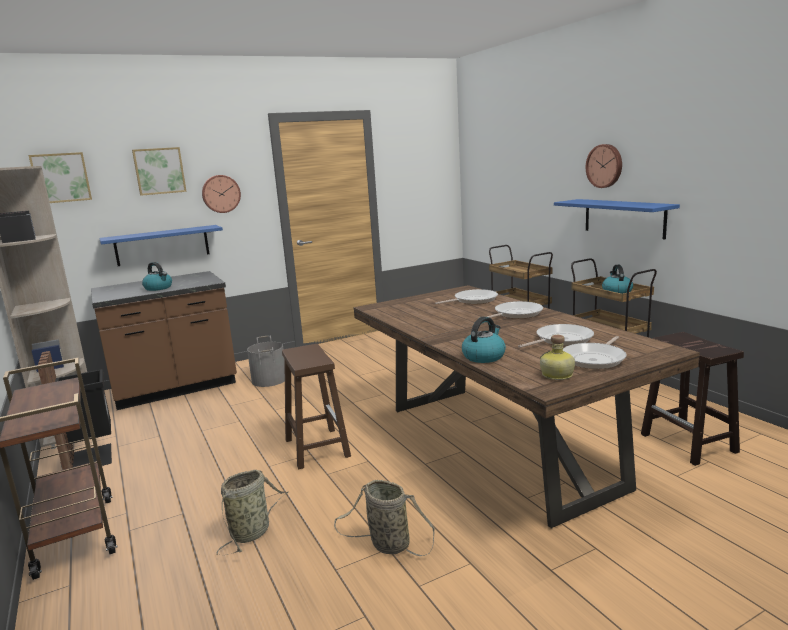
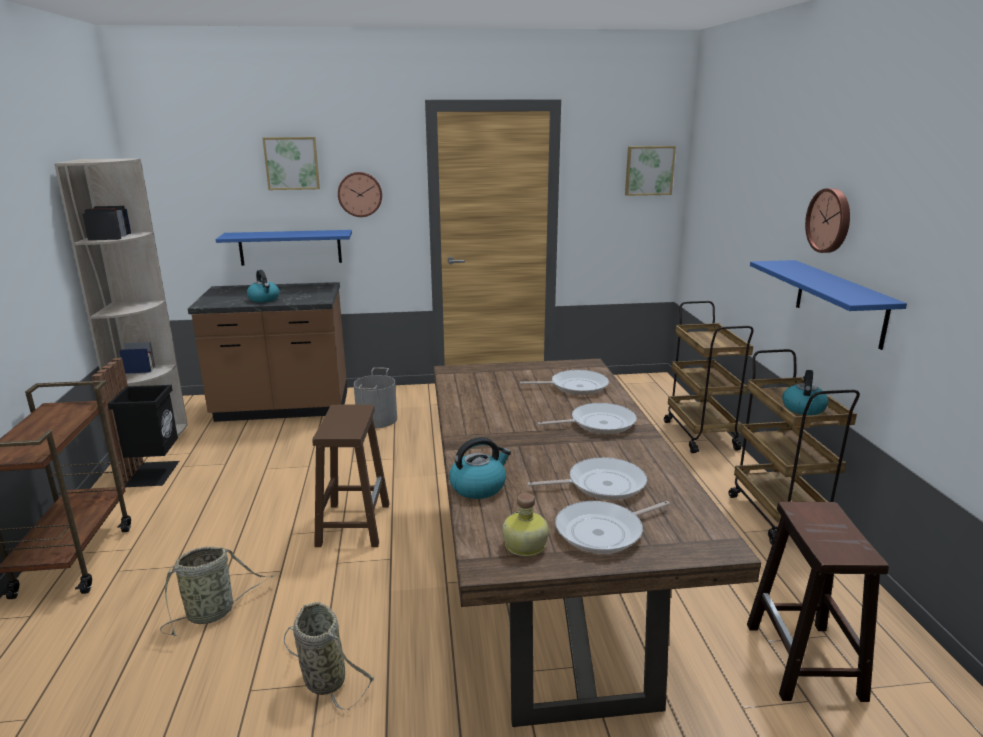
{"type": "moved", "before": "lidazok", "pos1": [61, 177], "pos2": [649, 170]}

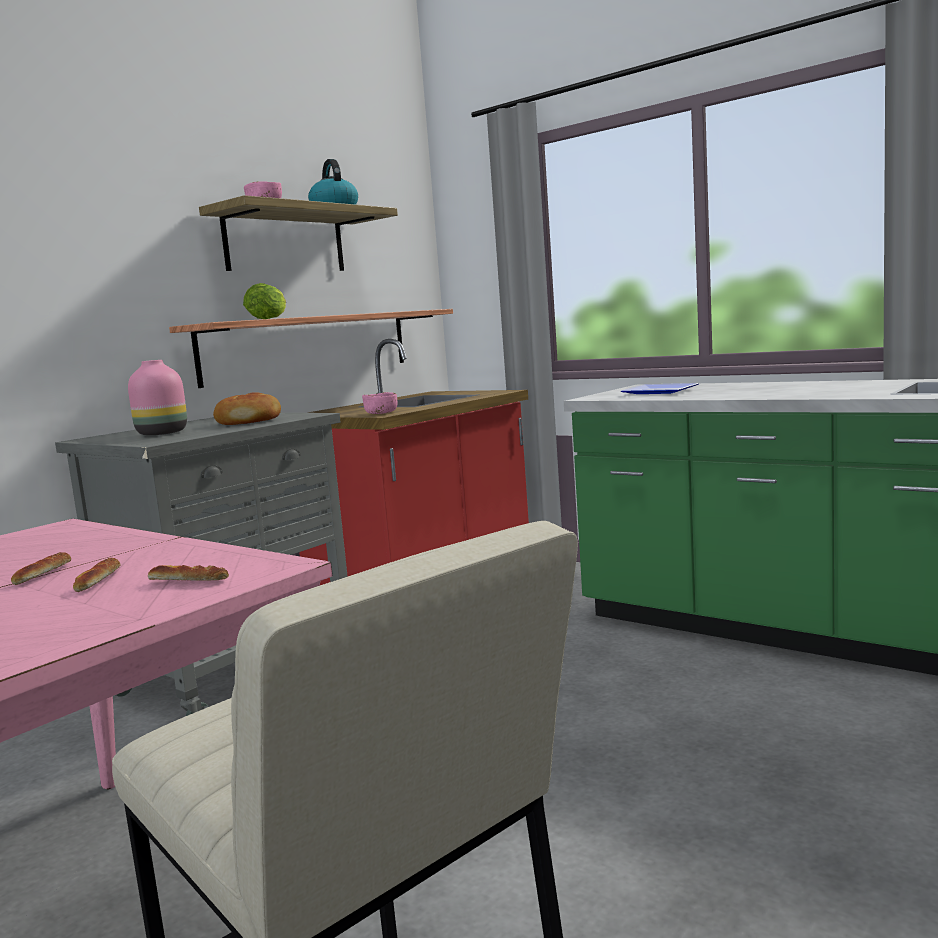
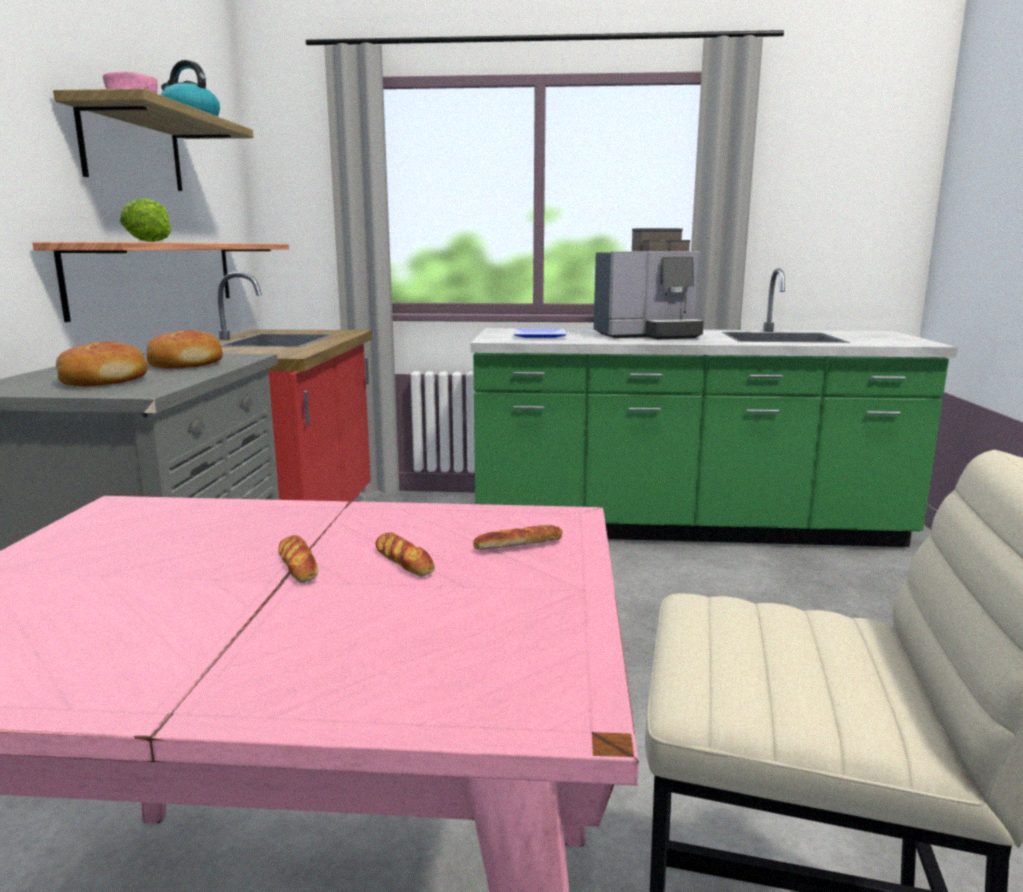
{"type": "replaced", "before": "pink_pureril", "after": "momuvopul", "pos1": [163, 433], "pos2": [104, 380]}
{"type": "added", "after": "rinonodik", "pos2": [648, 335]}
{"type": "removed", "before": "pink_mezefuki", "pos1": [381, 413]}

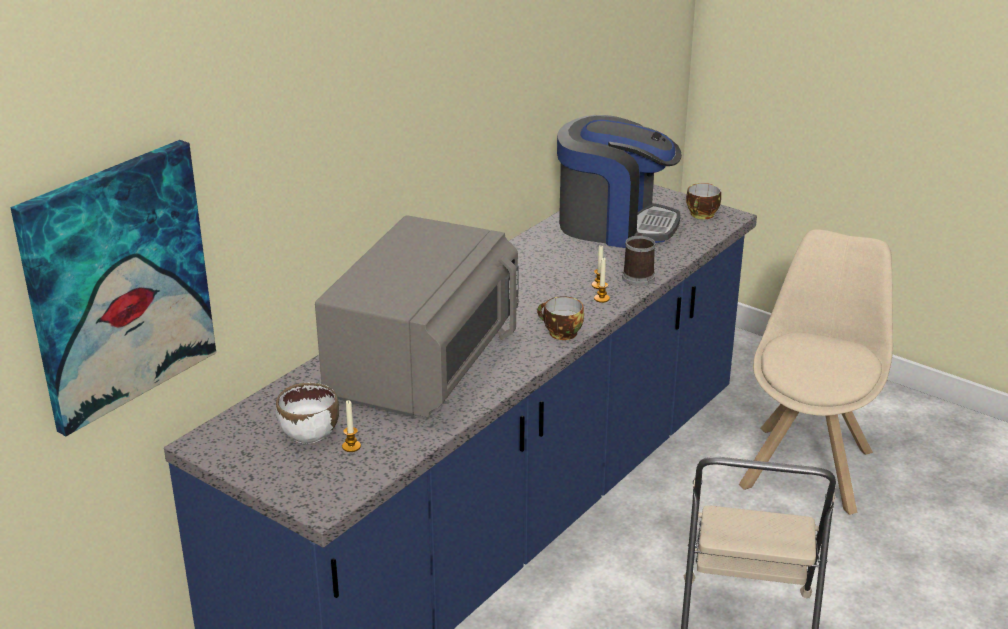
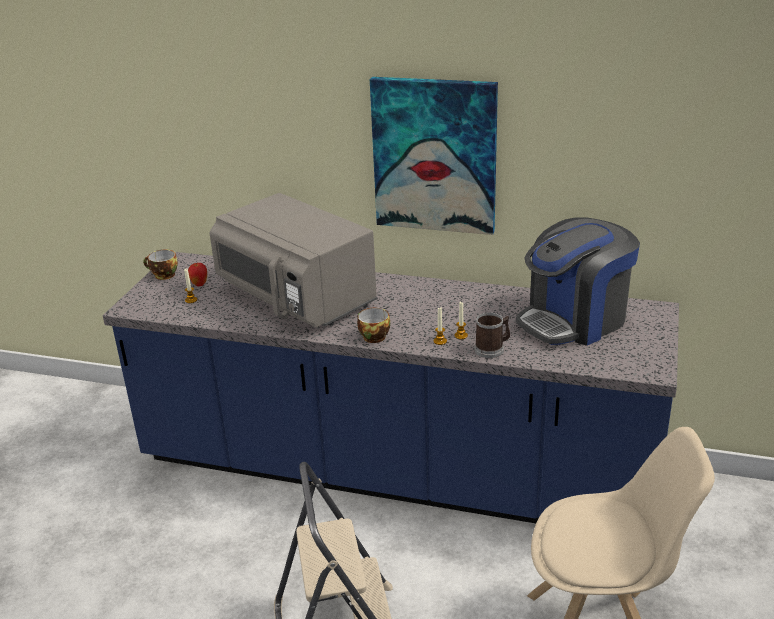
{"type": "moved", "before": "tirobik", "pos1": [702, 215], "pos2": [163, 275]}
{"type": "replaced", "before": "white_mezefuki", "after": "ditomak", "pos1": [309, 434], "pos2": [199, 284]}
{"type": "turned", "before": "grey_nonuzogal", "pos1": [425, 366], "pos2": [296, 299], "turn": 45}
{"type": "moved", "before": "lidazok", "pos1": [118, 284], "pos2": [434, 155]}
{"type": "turned", "before": "rinonodik", "pos1": [614, 225], "pos2": [574, 320], "turn": 60}

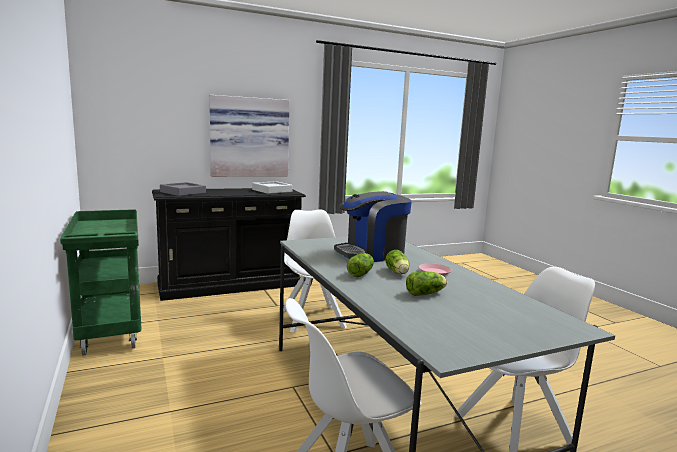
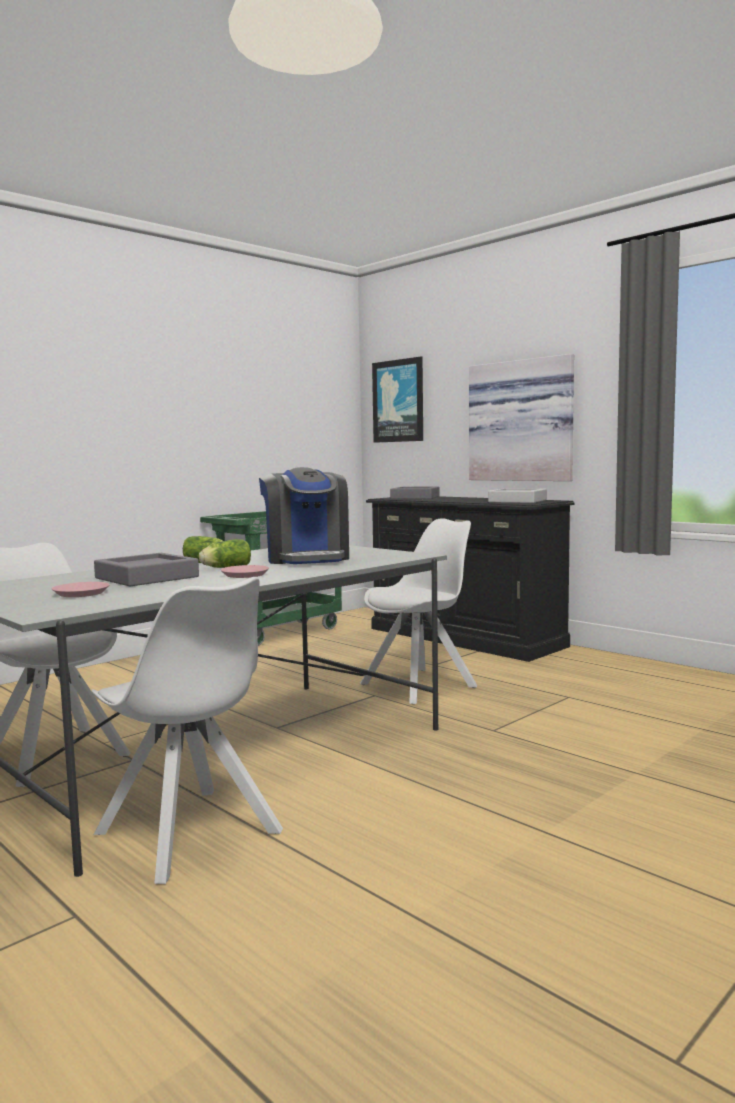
{"type": "added", "after": "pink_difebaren", "pos2": [81, 593]}
{"type": "replaced", "before": "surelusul", "after": "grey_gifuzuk", "pos1": [426, 293], "pos2": [147, 577]}
{"type": "turned", "before": "rinonodik", "pos1": [372, 253], "pos2": [306, 558], "turn": -150}
{"type": "added", "after": "lidazok", "pos2": [398, 401]}

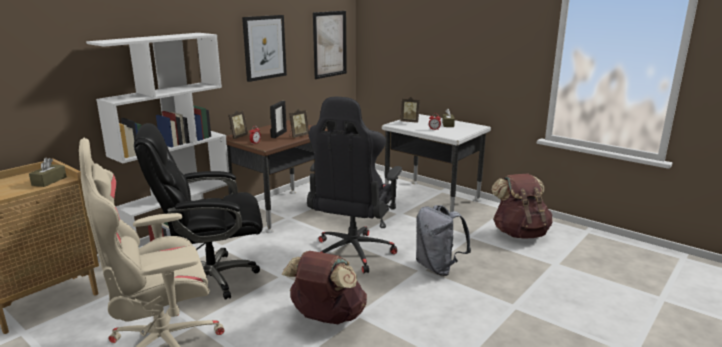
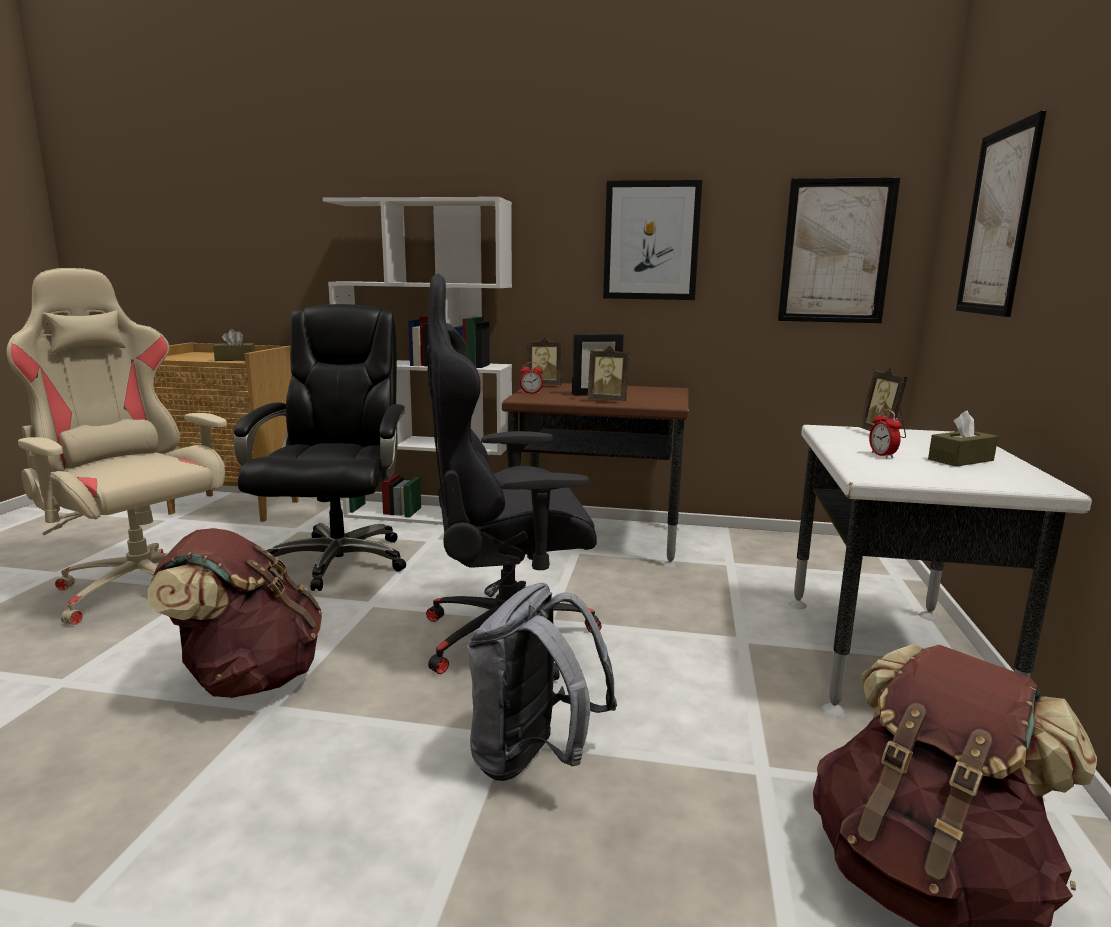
{"type": "turned", "before": "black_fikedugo", "pos1": [214, 277], "pos2": [338, 562], "turn": 45}
{"type": "added", "after": "lidazok", "pos2": [997, 222]}

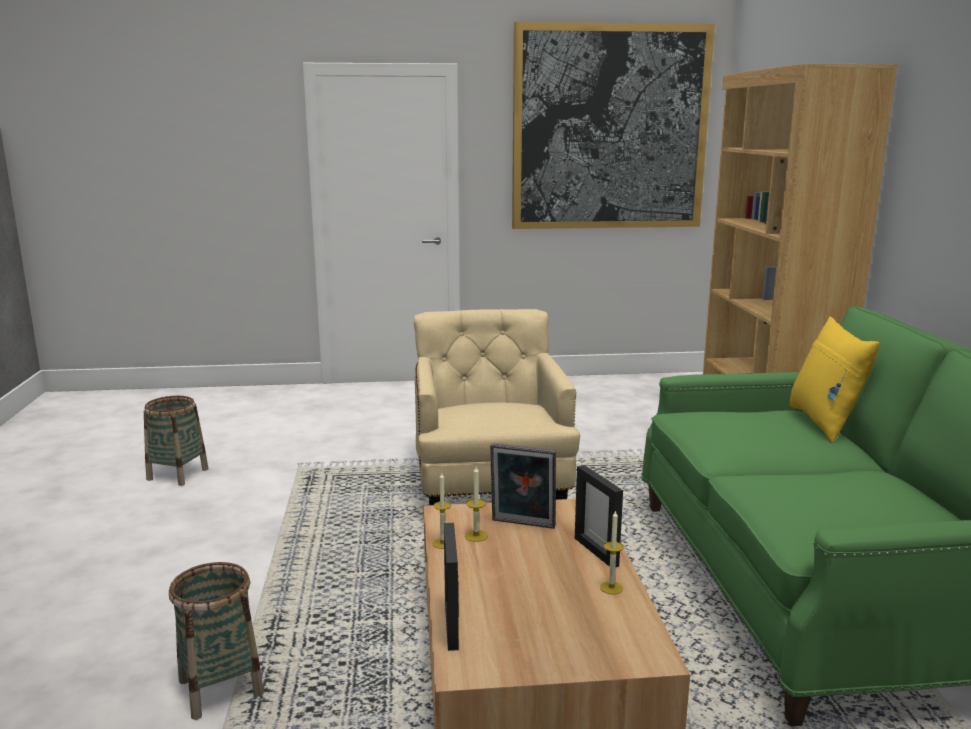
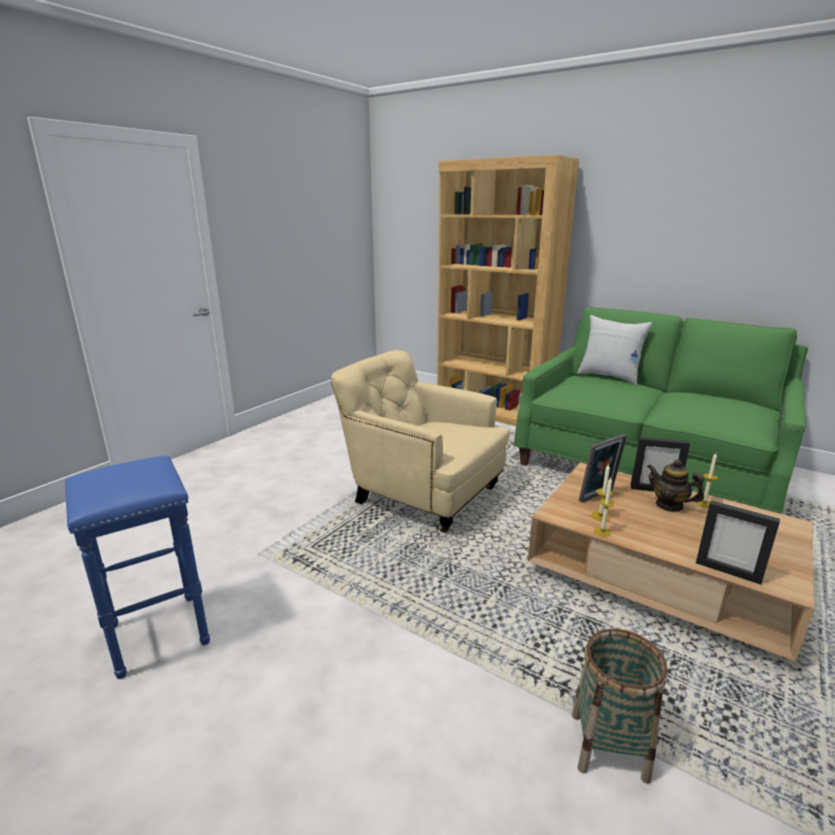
{"type": "replaced", "before": "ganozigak", "after": "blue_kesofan", "pos1": [177, 474], "pos2": [156, 633]}
{"type": "recoloured", "before": "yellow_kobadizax", "after": "grey_kobadizax", "pos1": [824, 423], "pos2": [608, 377]}
{"type": "added", "after": "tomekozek", "pos2": [669, 505]}
{"type": "removed", "before": "lidazok", "pos1": [609, 128]}

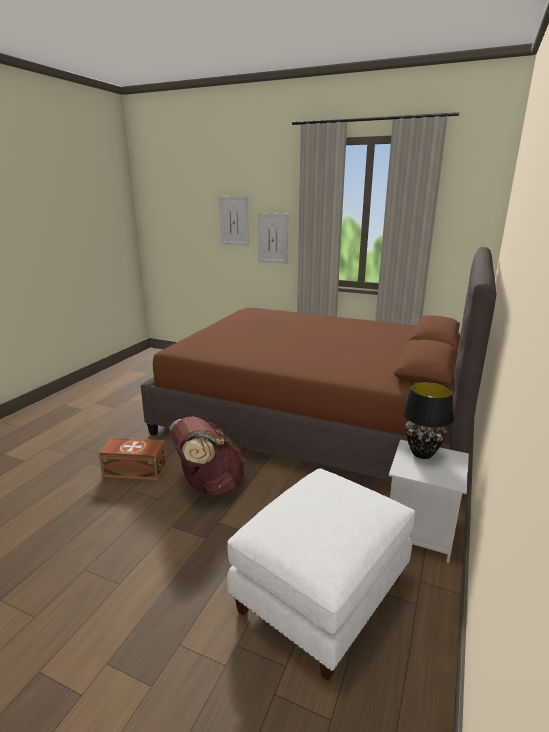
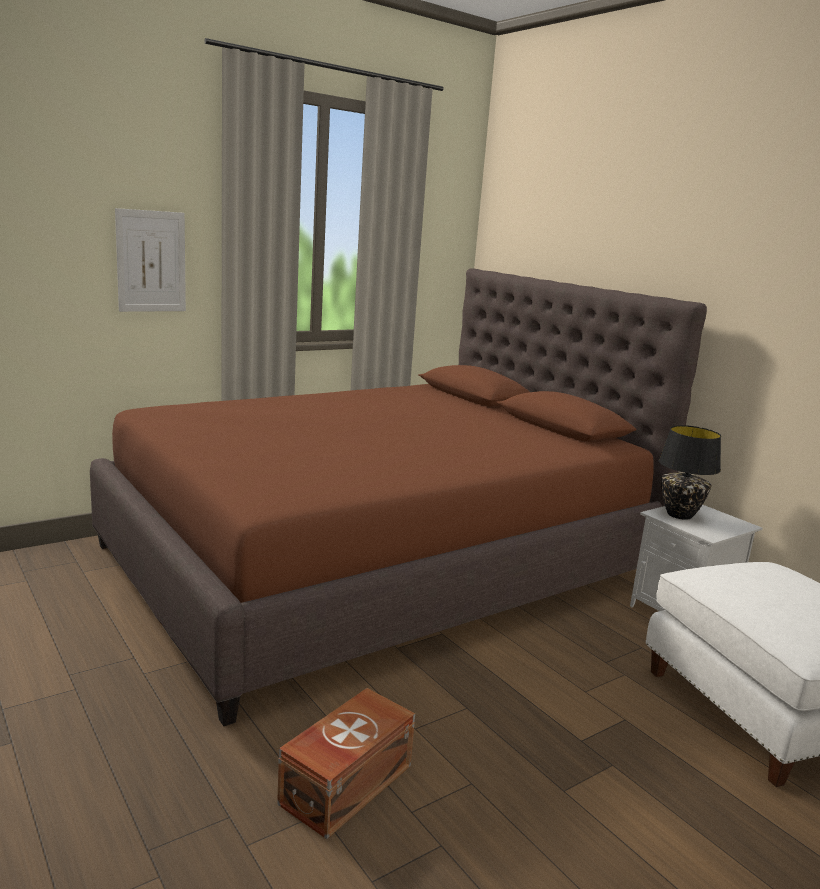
{"type": "removed", "before": "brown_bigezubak", "pos1": [209, 485]}
{"type": "removed", "before": "lidazok", "pos1": [234, 221]}

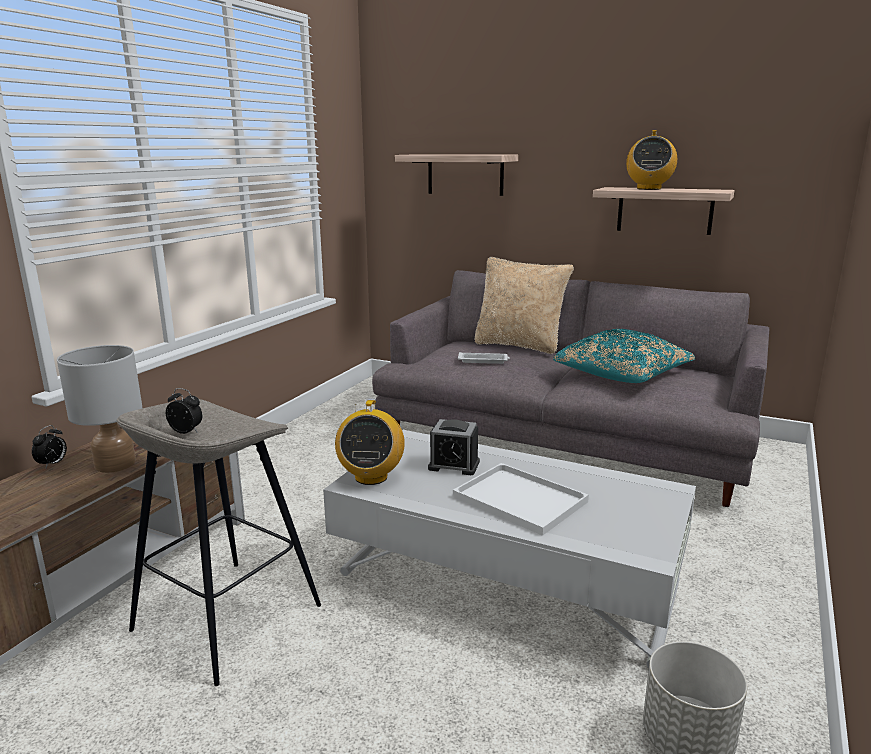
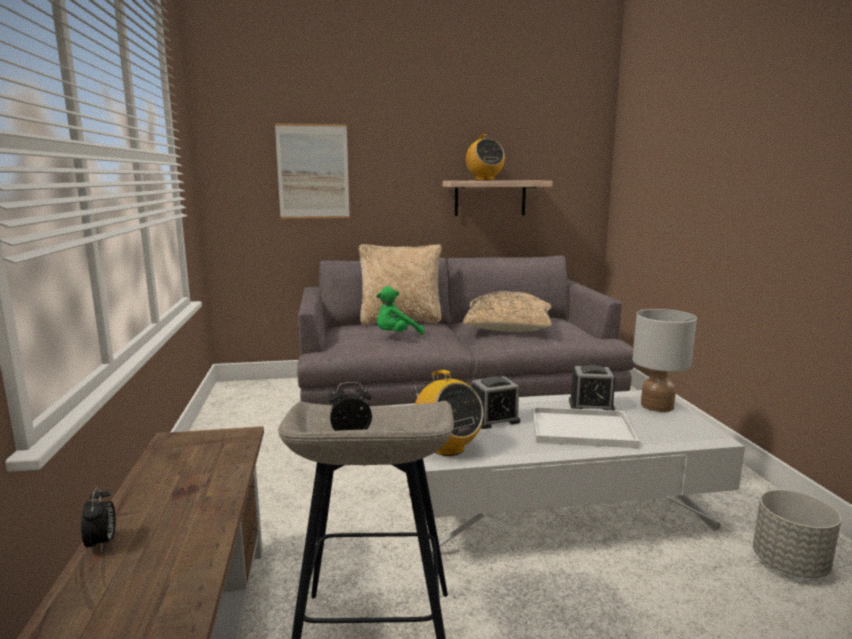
{"type": "replaced", "before": "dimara", "after": "lidazok", "pos1": [465, 174], "pos2": [313, 171]}
{"type": "replaced", "before": "white_gifuzuk", "after": "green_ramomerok", "pos1": [483, 361], "pos2": [396, 336]}
{"type": "recoloured", "before": "turquoise_kobadizax", "after": "beige_kobadizax", "pos1": [622, 373], "pos2": [508, 326]}
{"type": "added", "after": "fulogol", "pos2": [591, 406]}
{"type": "moved", "before": "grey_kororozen", "pos1": [114, 464], "pos2": [657, 406]}

